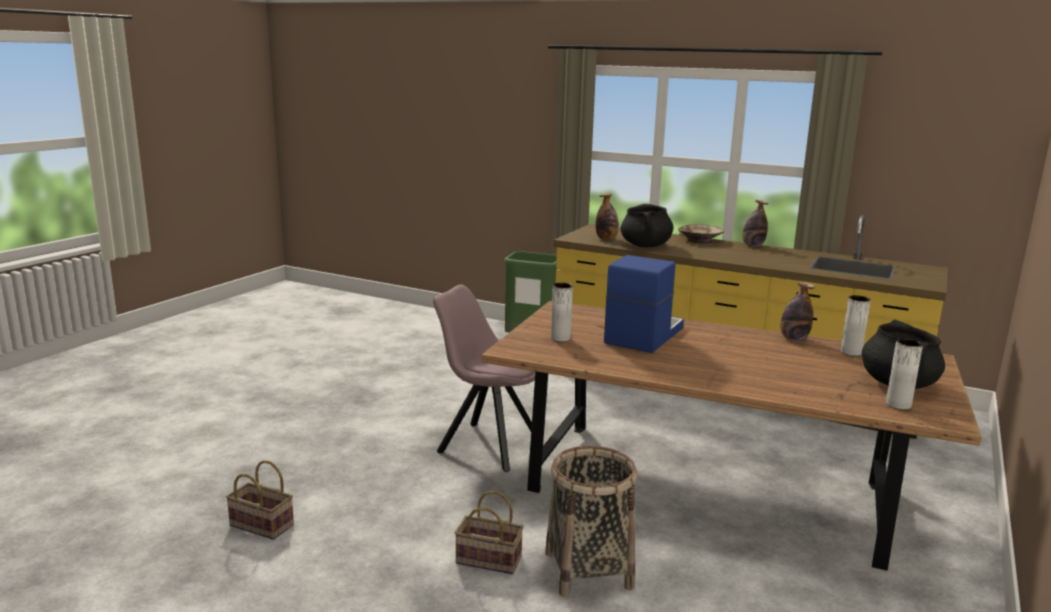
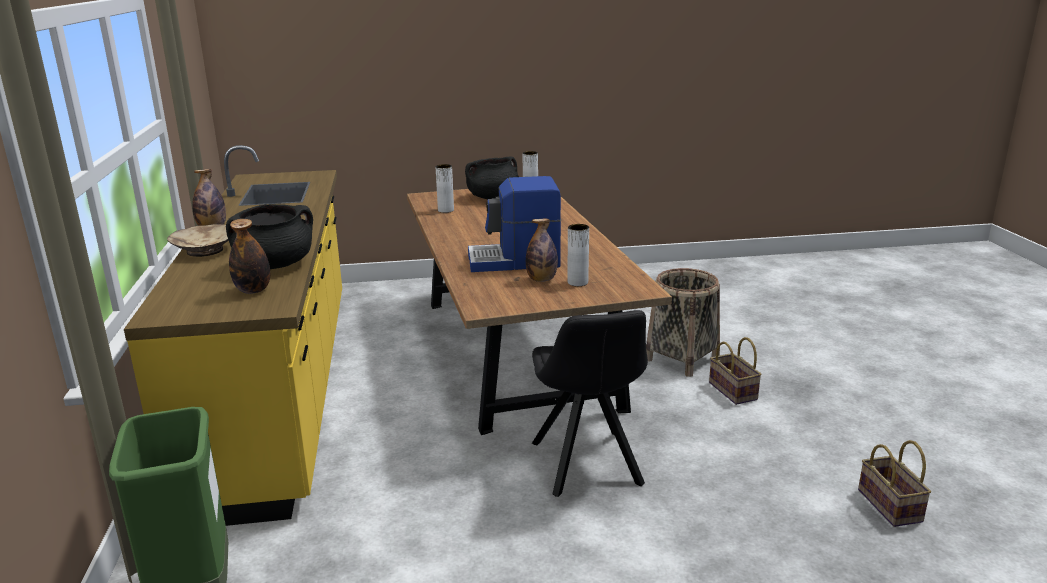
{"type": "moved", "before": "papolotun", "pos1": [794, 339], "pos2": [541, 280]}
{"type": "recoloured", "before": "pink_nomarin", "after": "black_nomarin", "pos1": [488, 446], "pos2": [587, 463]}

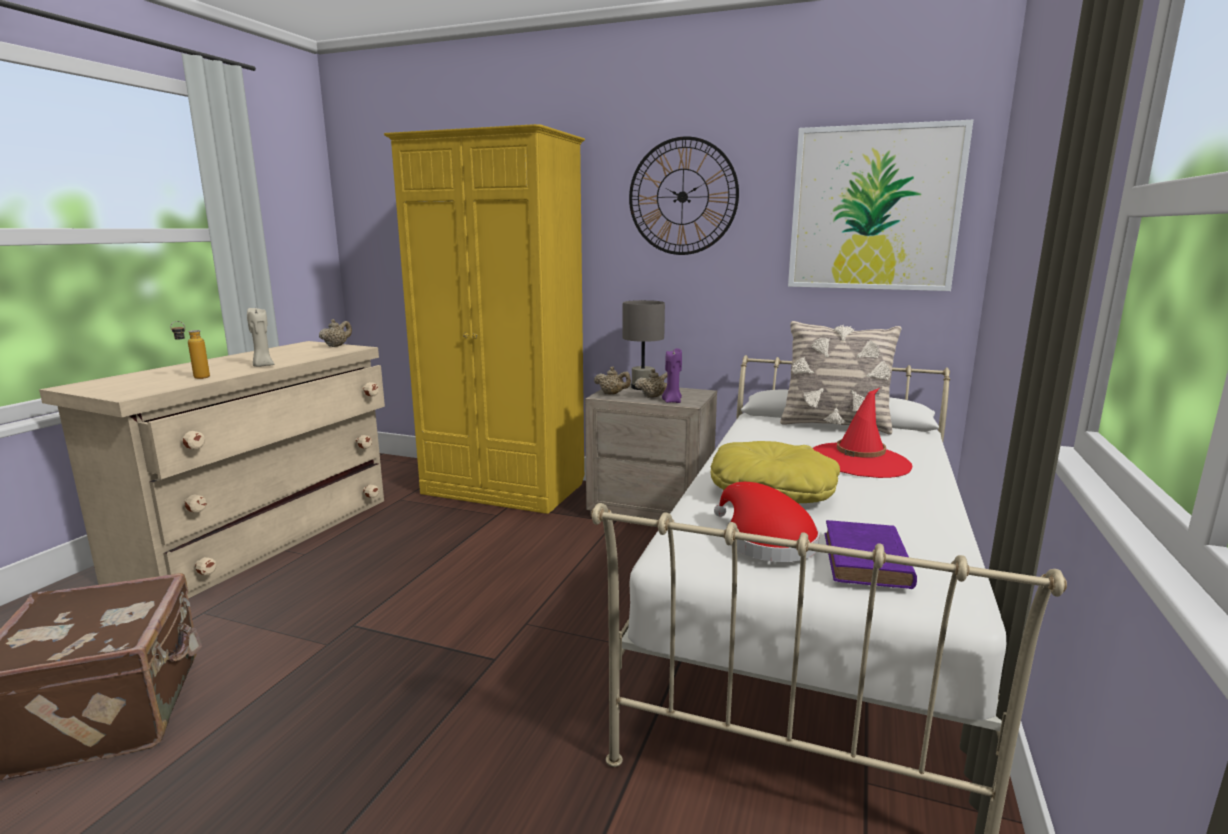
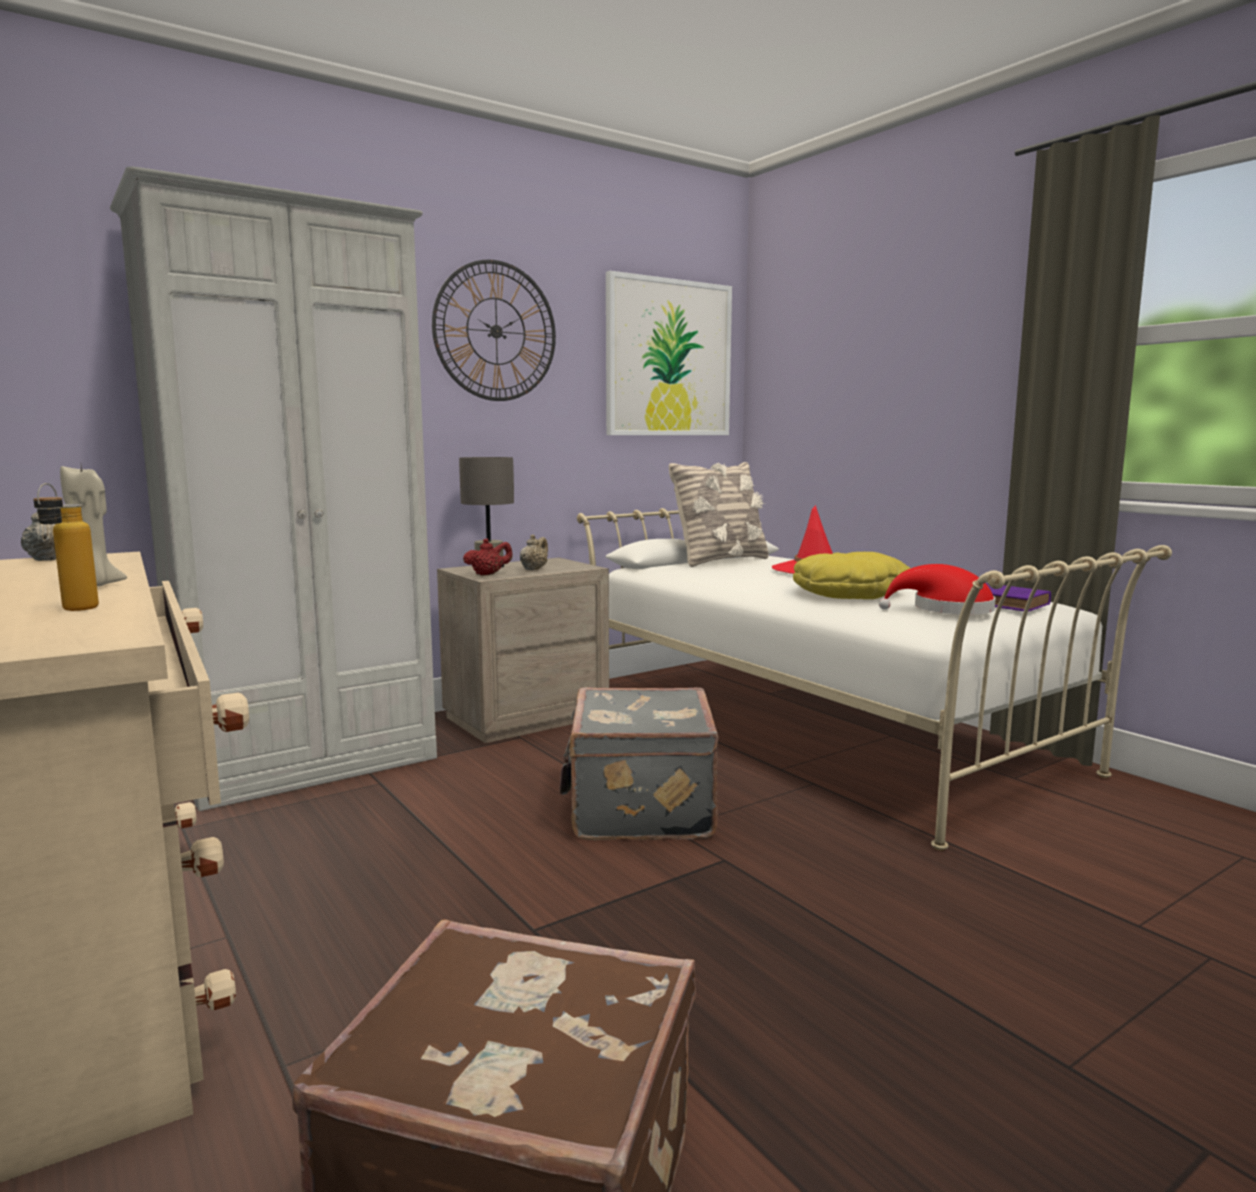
{"type": "recoloured", "before": "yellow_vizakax", "after": "white_vizakax", "pos1": [503, 488], "pos2": [308, 761]}
{"type": "recoloured", "before": "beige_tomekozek", "after": "red_tomekozek", "pos1": [612, 394], "pos2": [488, 574]}
{"type": "added", "after": "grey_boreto", "pos2": [639, 808]}
{"type": "removed", "before": "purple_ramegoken", "pos1": [672, 401]}

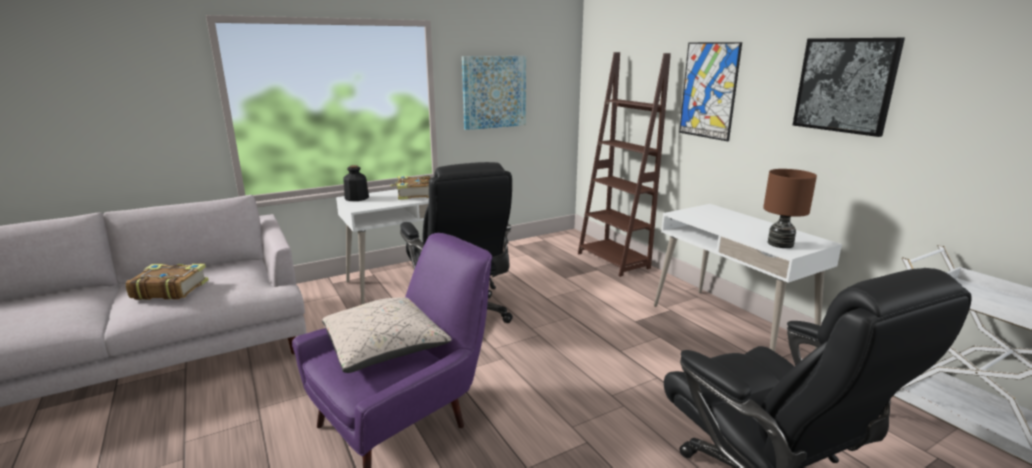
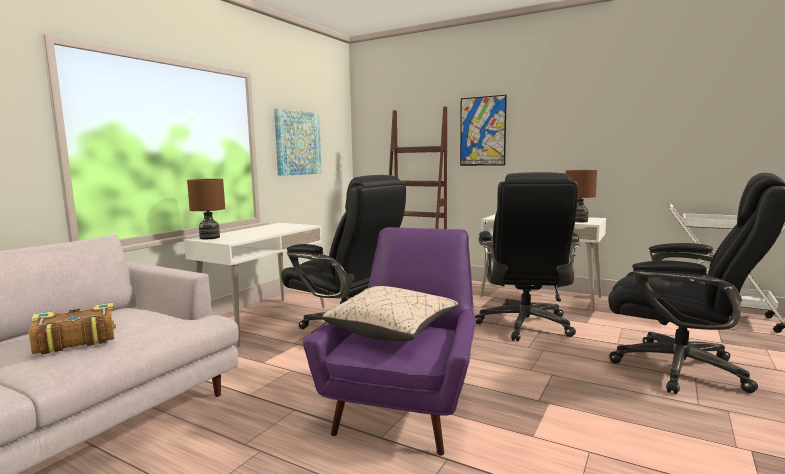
{"type": "replaced", "before": "papolotun", "after": "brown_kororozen", "pos1": [356, 198], "pos2": [209, 238]}
{"type": "added", "after": "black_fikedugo", "pos2": [525, 324]}
{"type": "removed", "before": "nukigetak", "pos1": [414, 194]}
{"type": "removed", "before": "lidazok", "pos1": [845, 85]}

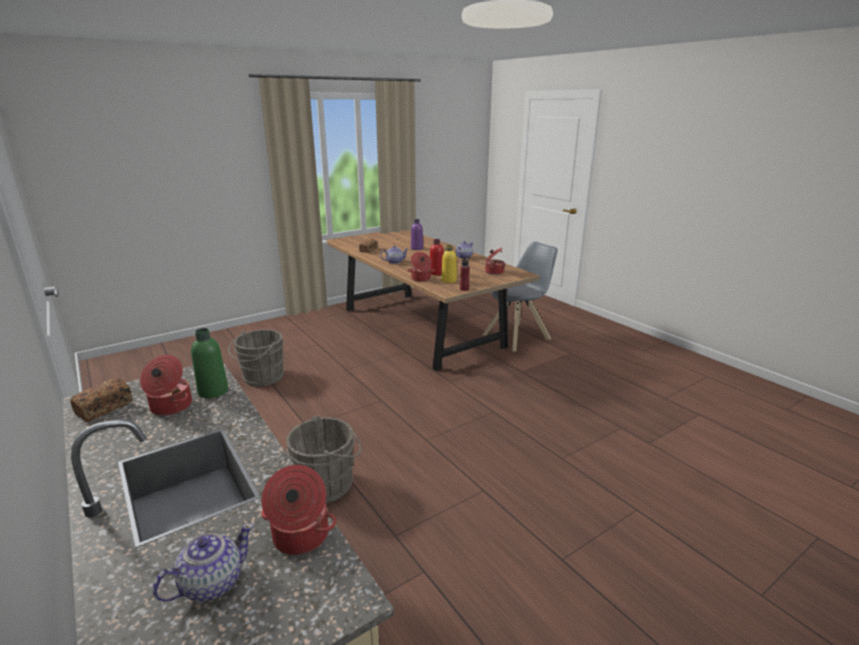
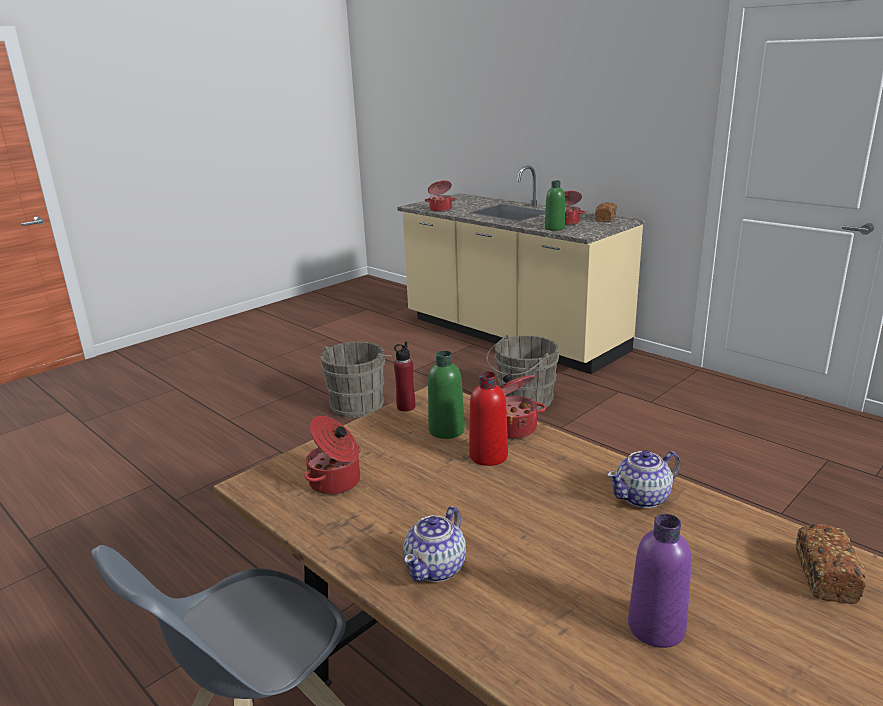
{"type": "moved", "before": "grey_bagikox", "pos1": [261, 378], "pos2": [359, 404]}
{"type": "recoloured", "before": "yellow_papolotun", "after": "green_papolotun", "pos1": [448, 280], "pos2": [446, 430]}
{"type": "removed", "before": "tomekozek", "pos1": [211, 583]}

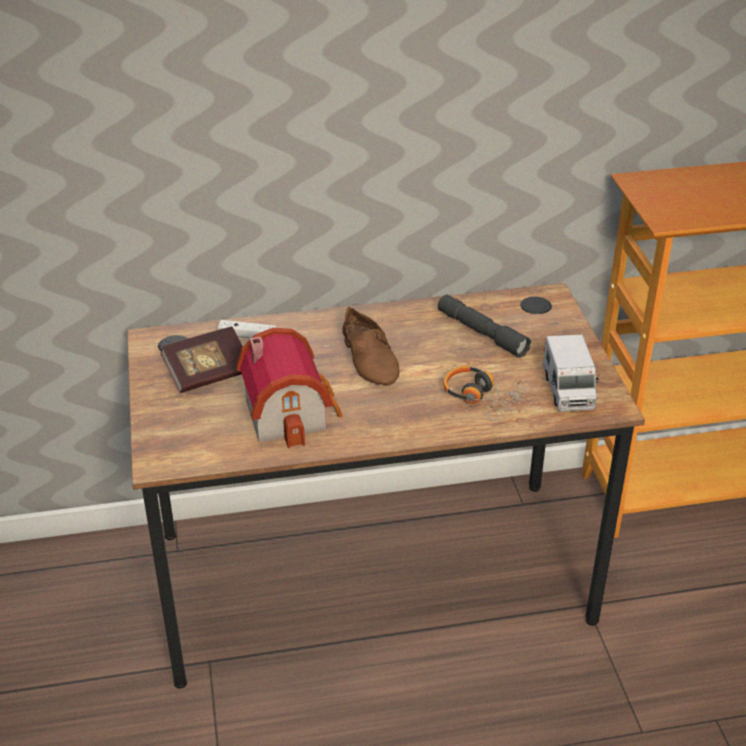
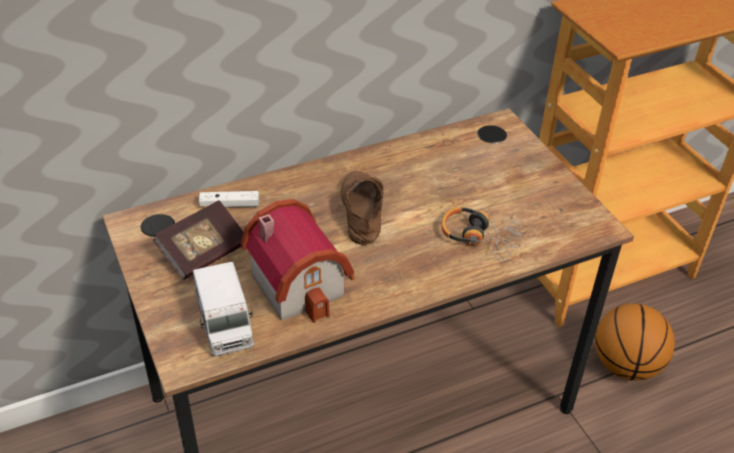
{"type": "moved", "before": "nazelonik", "pos1": [568, 390], "pos2": [225, 324]}
{"type": "turned", "before": "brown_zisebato", "pos1": [371, 358], "pos2": [360, 211], "turn": -150}
{"type": "added", "after": "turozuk", "pos2": [625, 365]}
{"type": "removed", "before": "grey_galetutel", "pos1": [482, 333]}

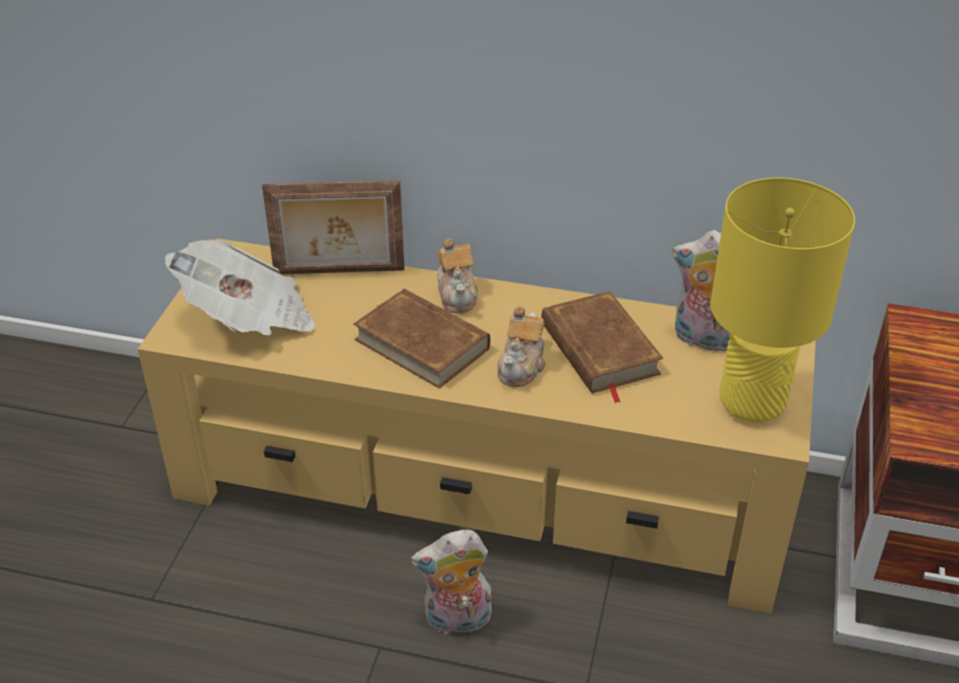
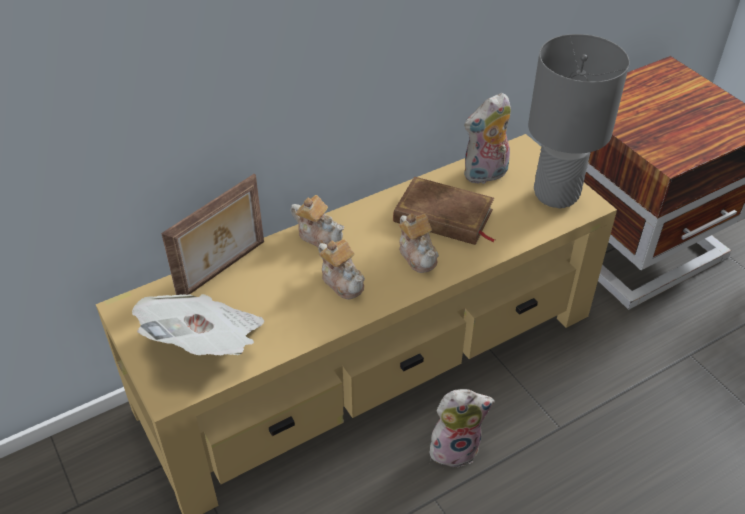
{"type": "replaced", "before": "brown_nukigetak", "after": "tomekozek", "pos1": [422, 343], "pos2": [342, 281]}
{"type": "turned", "before": "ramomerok", "pos1": [456, 621], "pos2": [455, 447], "turn": -135}
{"type": "recoloured", "before": "yellow_kororozen", "after": "grey_kororozen", "pos1": [750, 405], "pos2": [555, 197]}

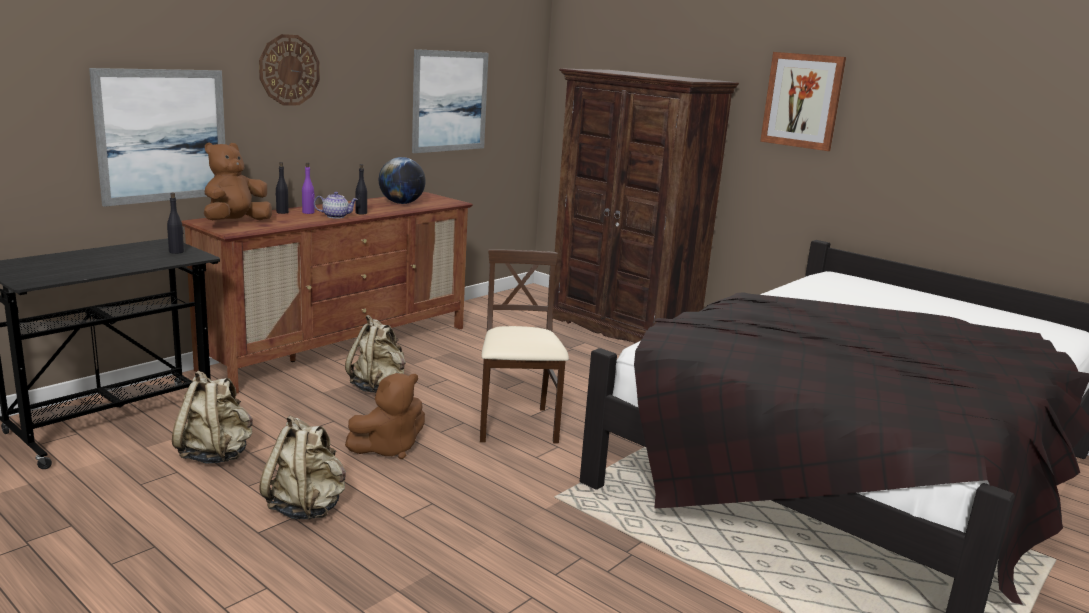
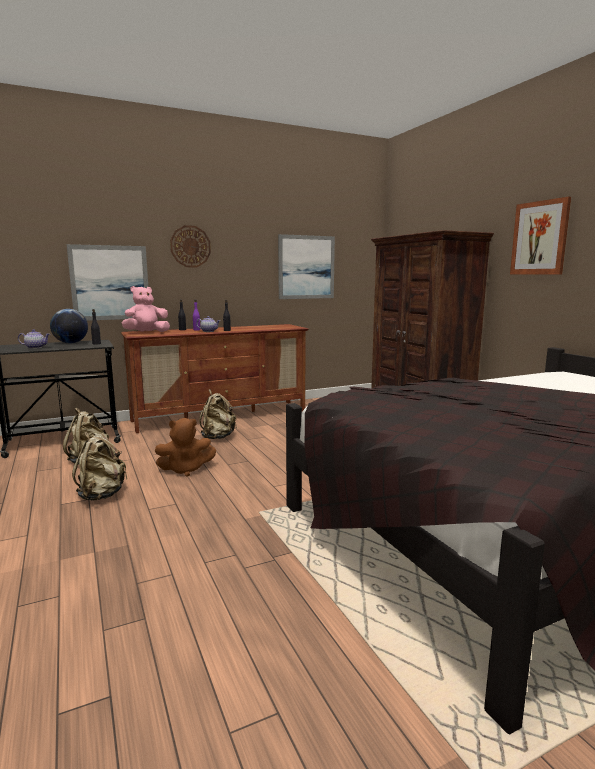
{"type": "added", "after": "tomekozek", "pos2": [35, 347]}
{"type": "moved", "before": "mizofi", "pos1": [401, 203], "pos2": [71, 343]}
{"type": "recoloured", "before": "brown_ramomerok", "after": "pink_ramomerok", "pos1": [236, 223], "pos2": [146, 332]}
{"type": "removed", "before": "beige_nomarin", "pos1": [516, 425]}

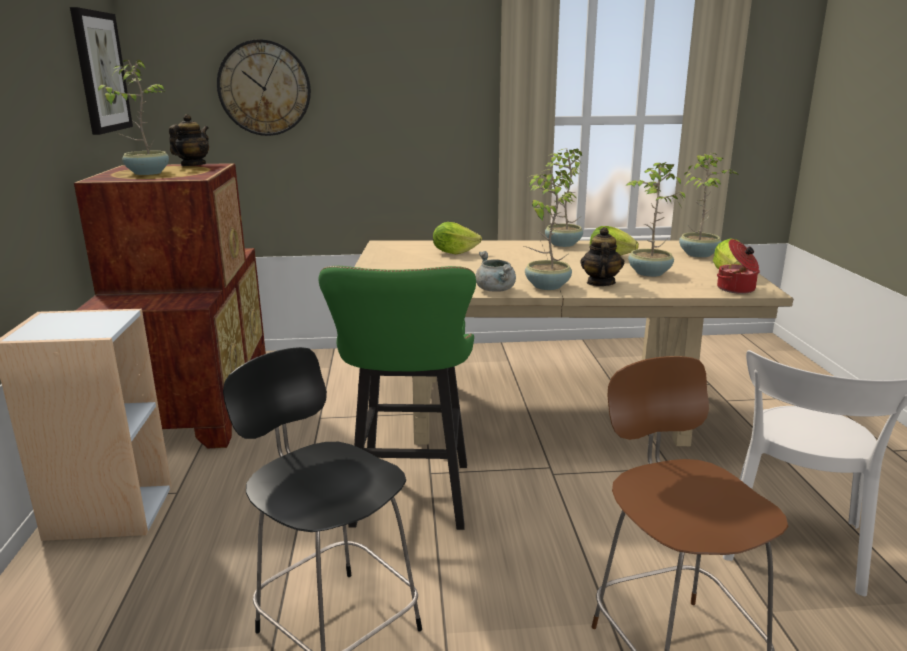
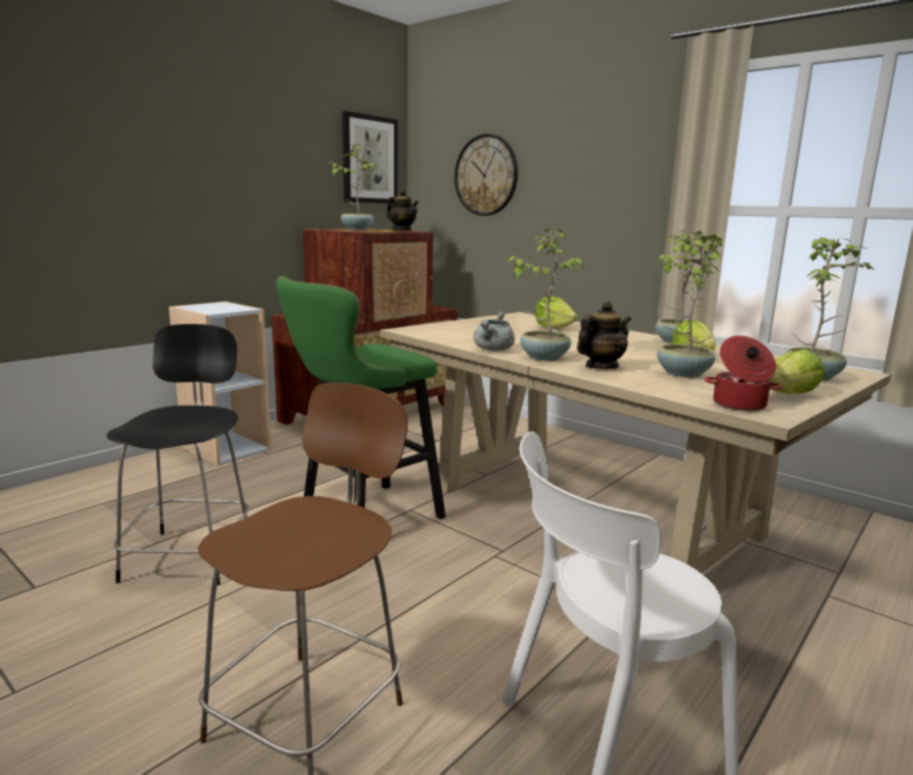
{"type": "turned", "before": "tomekozek", "pos1": [193, 165], "pos2": [402, 230], "turn": 60}

